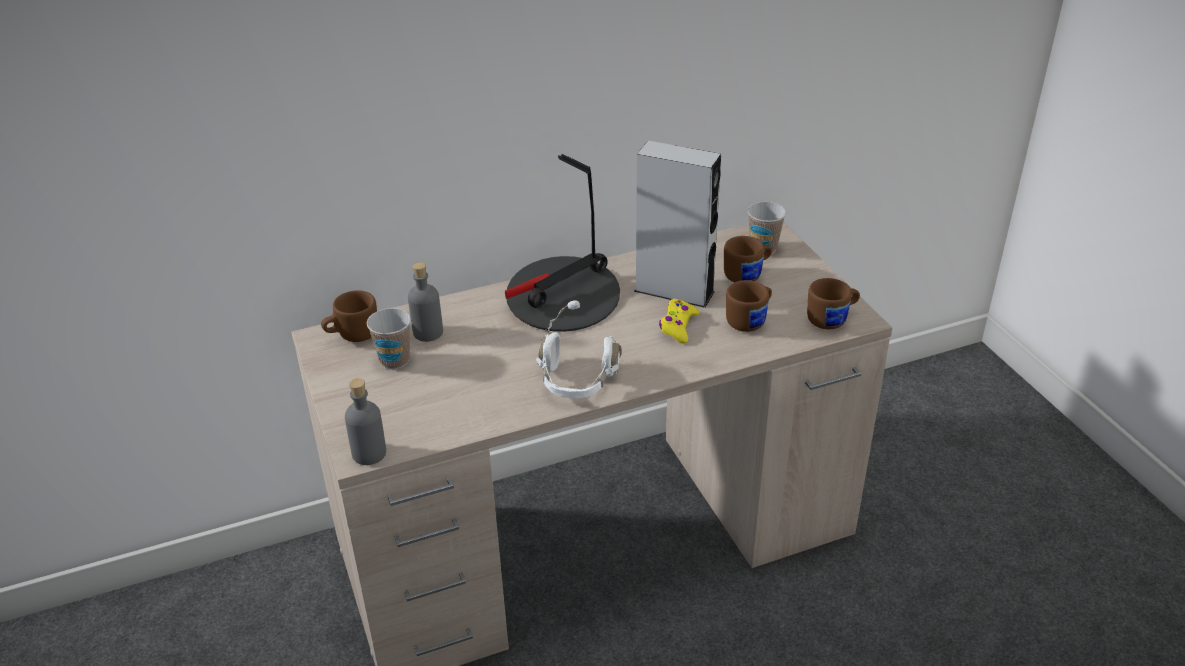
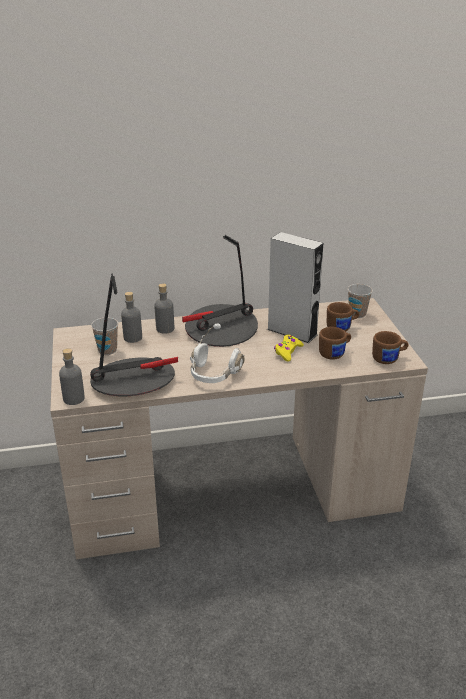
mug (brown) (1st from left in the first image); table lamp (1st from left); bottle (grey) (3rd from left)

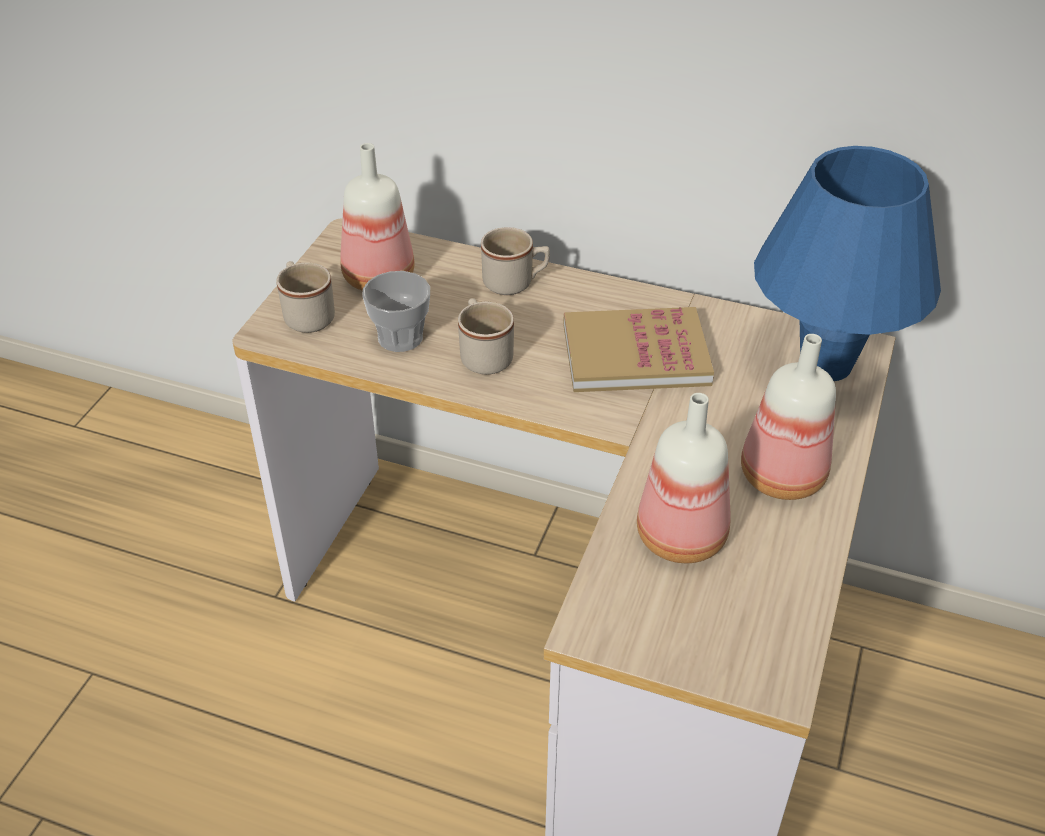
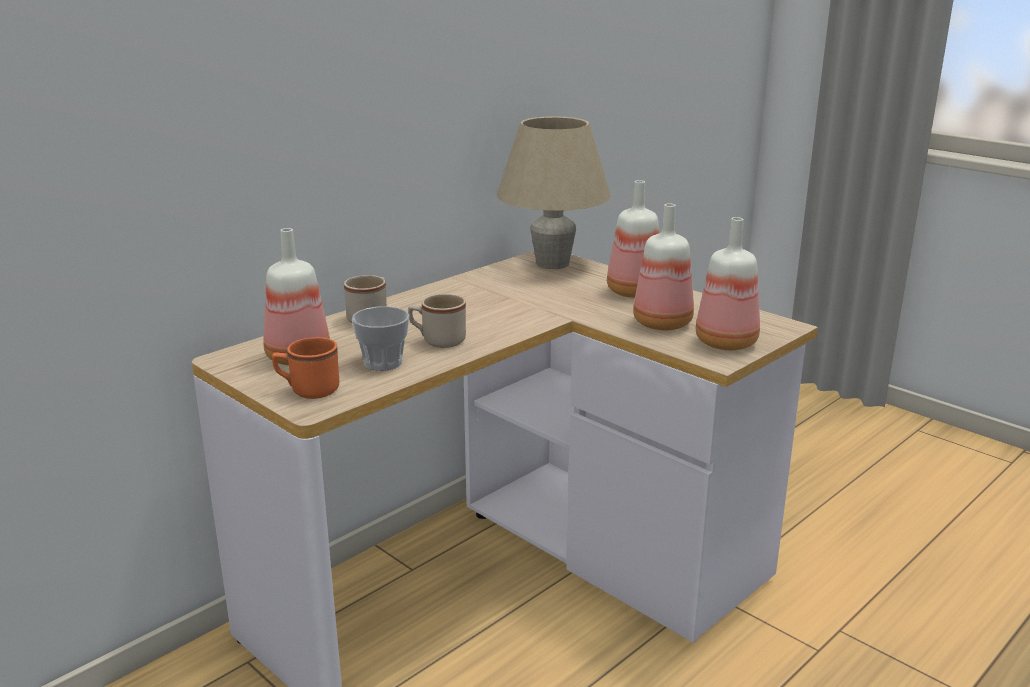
mug (orange); book; table lamp (beige); bottle (4th from left)

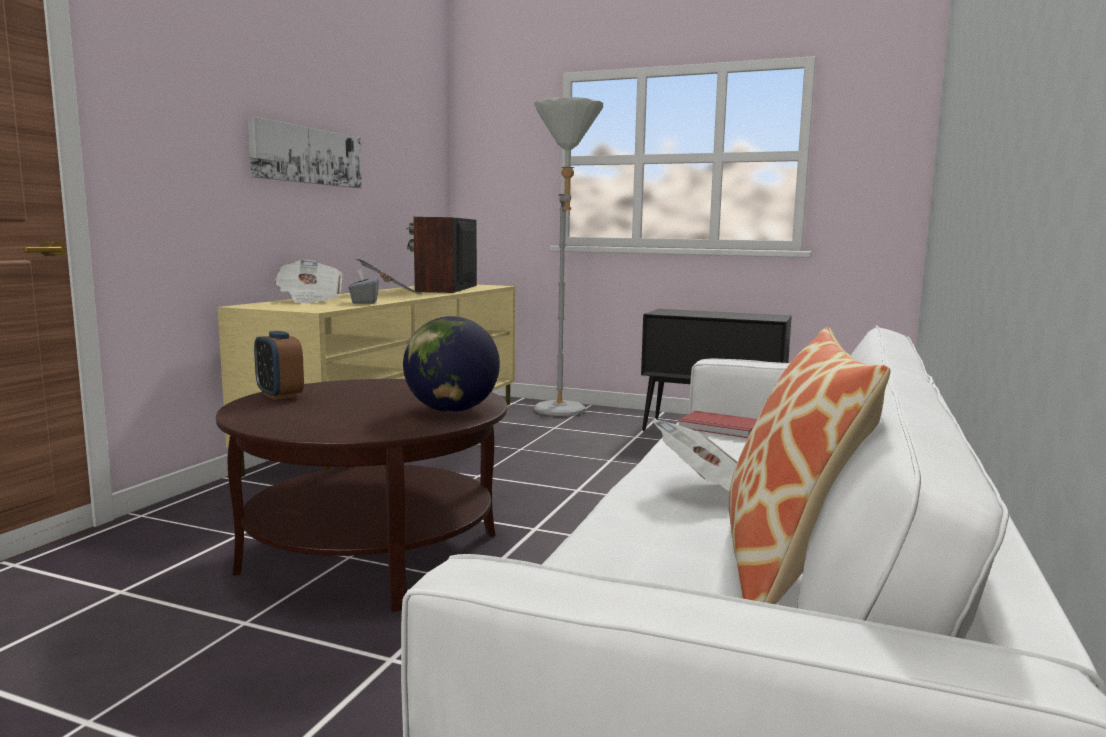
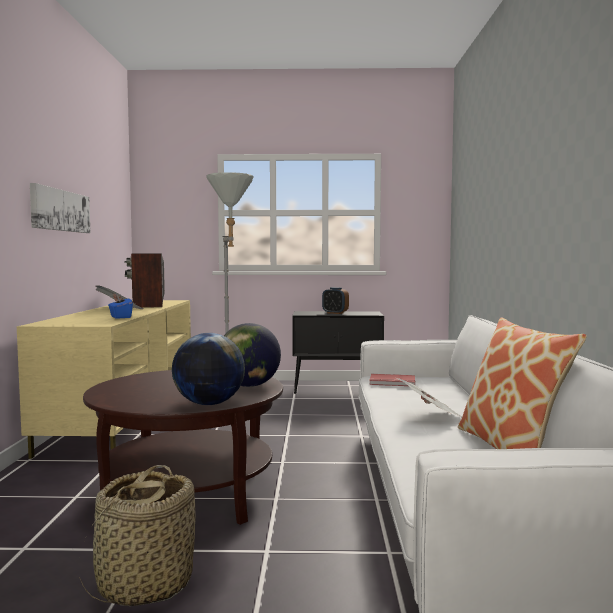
alarm clock; newspaper (1st from left in the first image); tissue box (blue); basket; globe (1st from left)

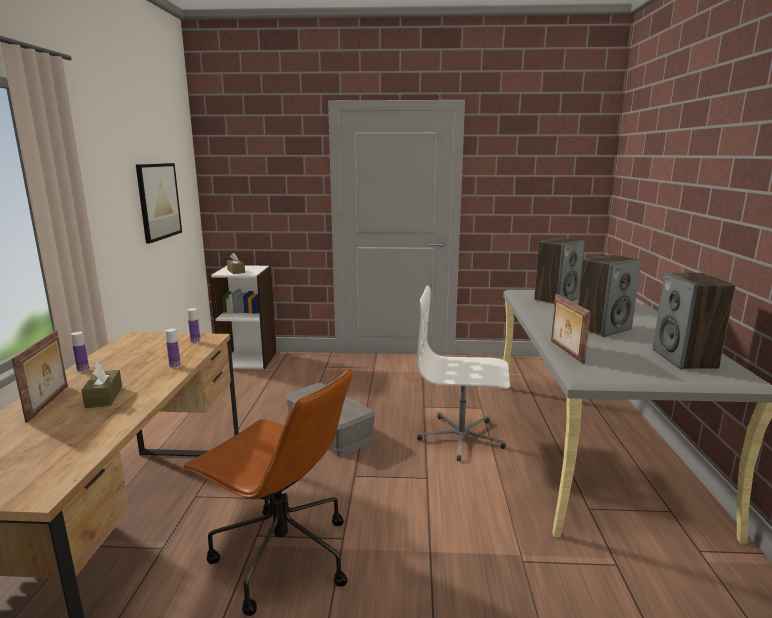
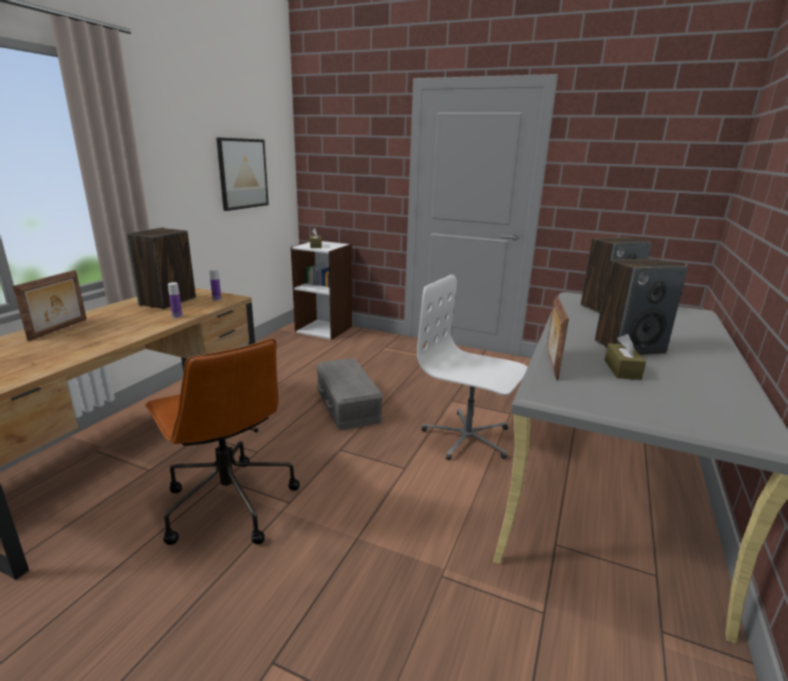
bottle (1st from left in the first image); tissue box (brown) (2nd from left); speaker (1st from left)

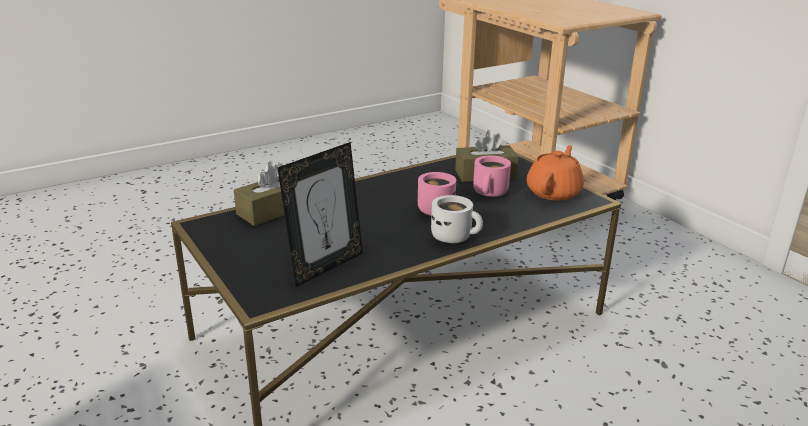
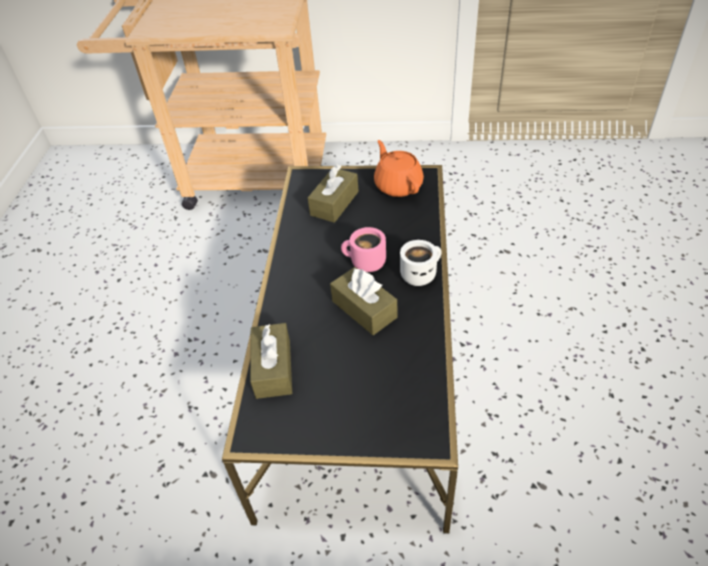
picture frame; mug (pink) (2nd from left in the first image); tissue box (brown) (3rd from left)

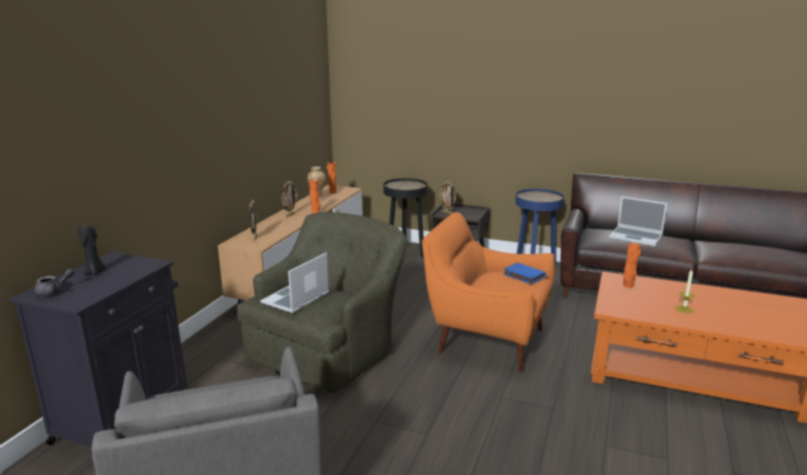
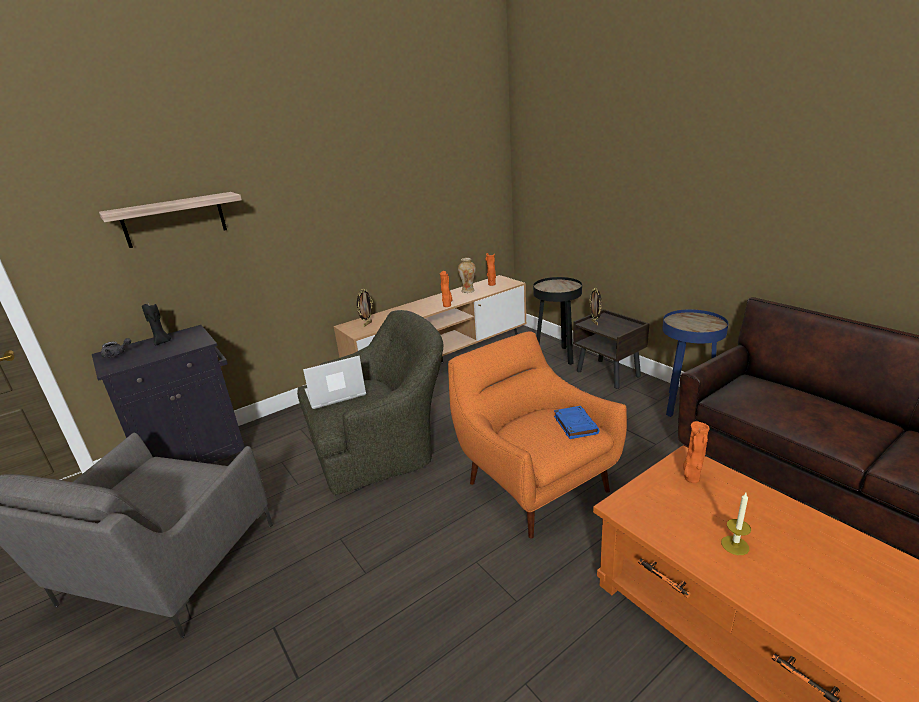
picture frame (2nd from left in the first image); laptop (2nd from left in the first image); shelf

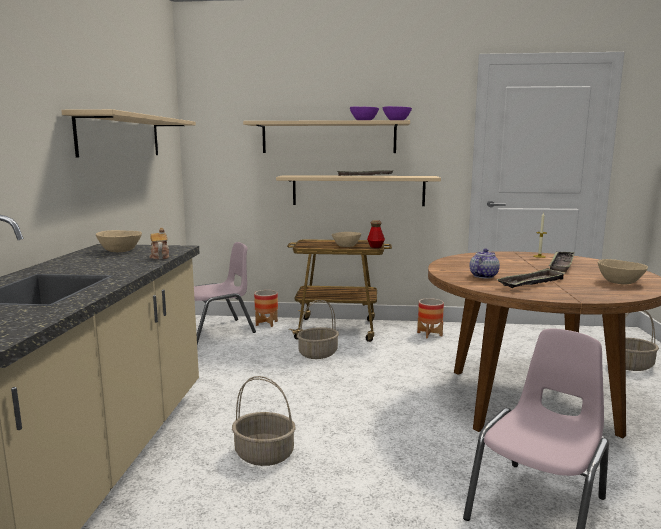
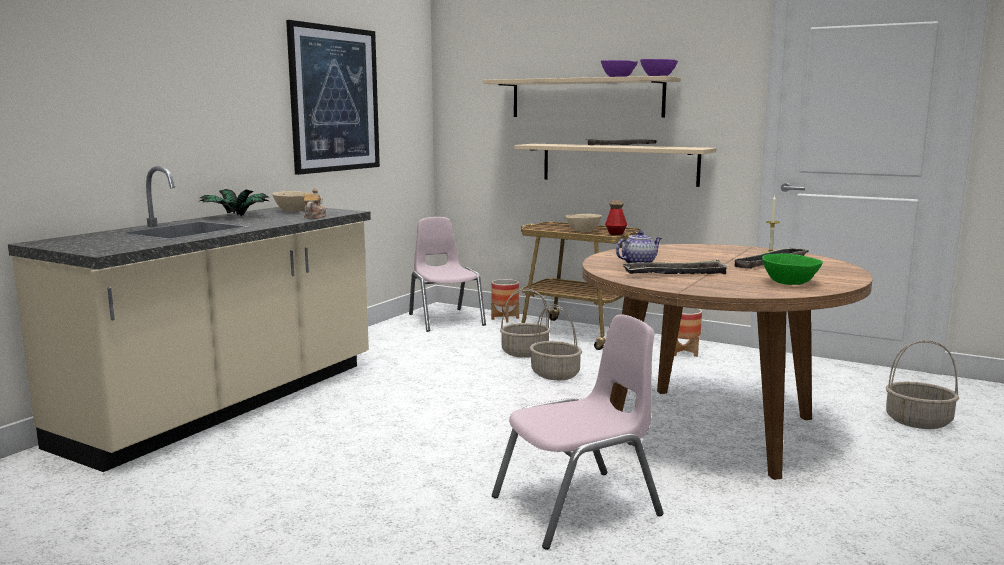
picture; chair (pink) (1st from left); basket (2nd from left); bowl (green); potted plant

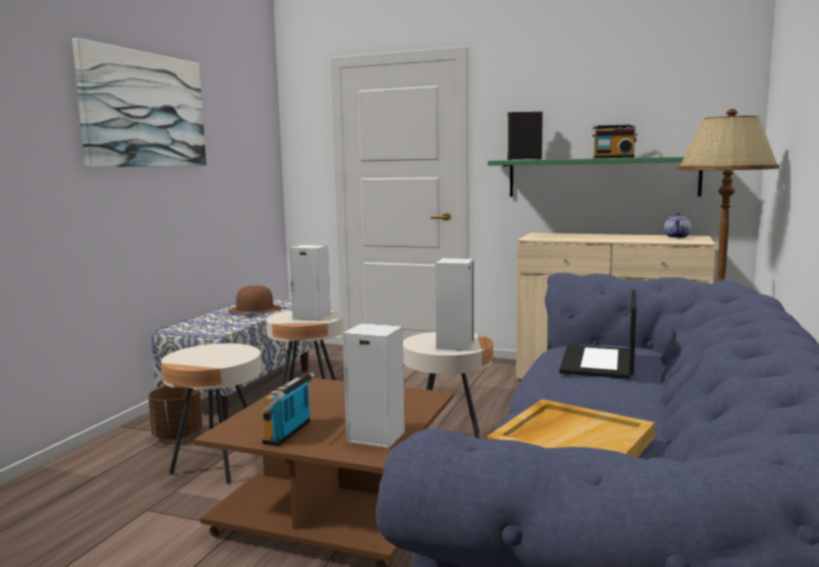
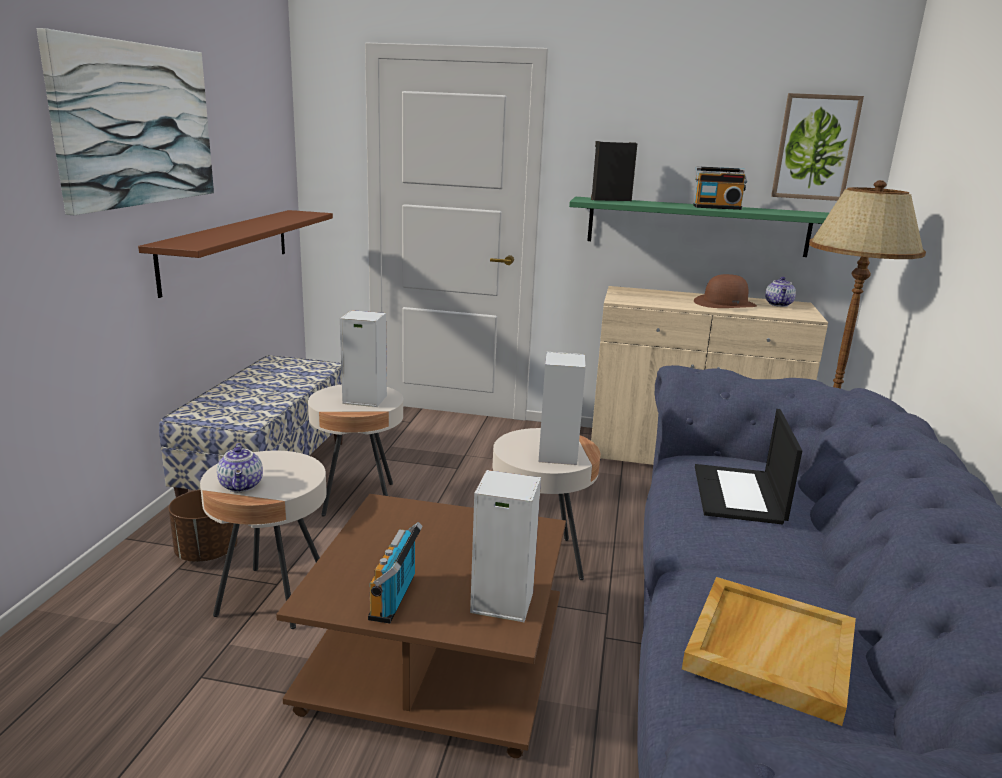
hat (brown); shelf (brown); teapot (1st from left); picture (2nd from left)

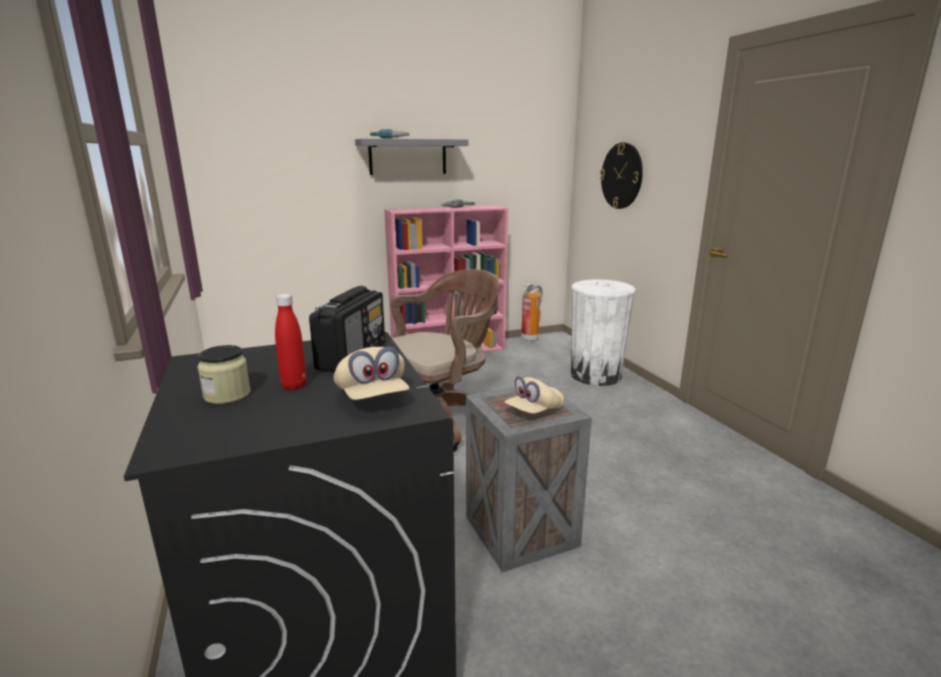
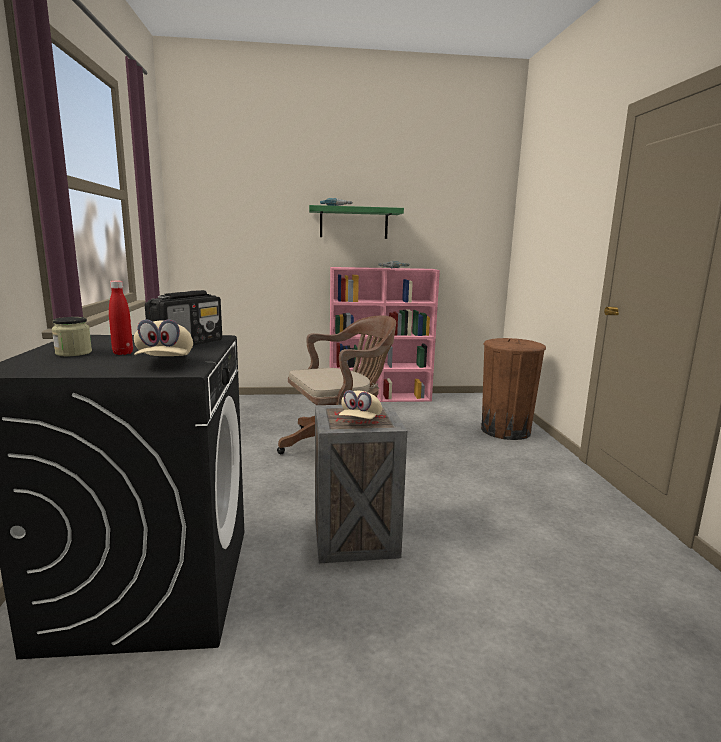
shelf (green); cap (beige) (2nd from left); fire extinguisher; trash can (brown); wall clock

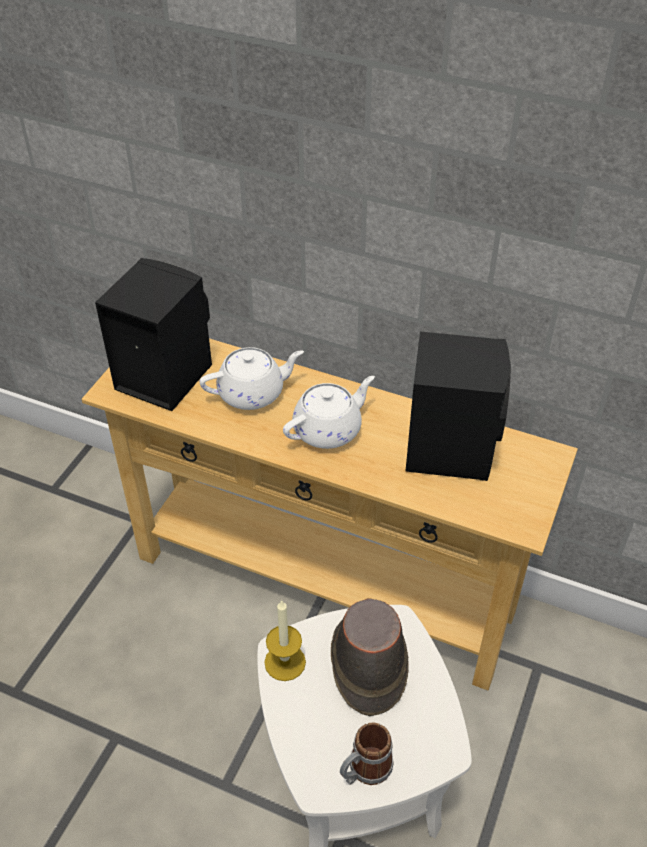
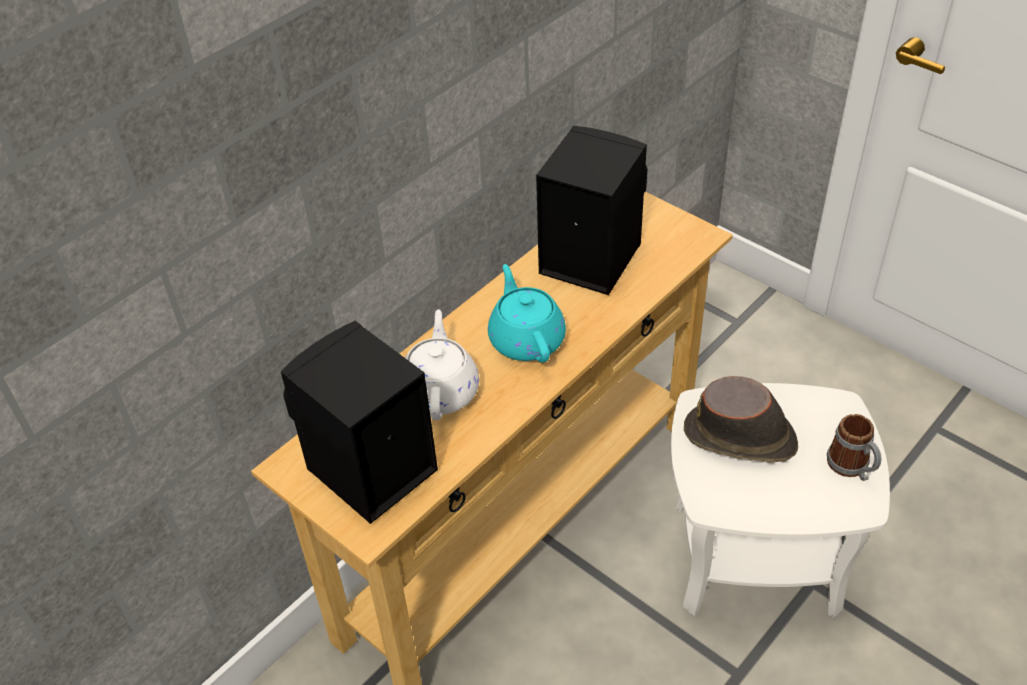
candle; teapot (turquoise)

